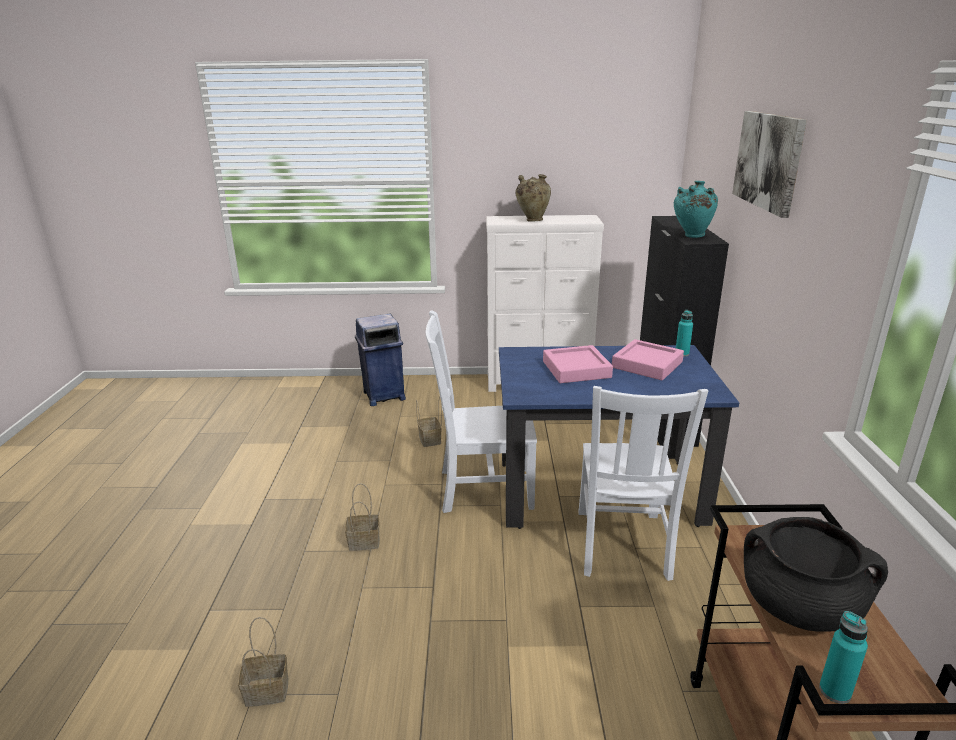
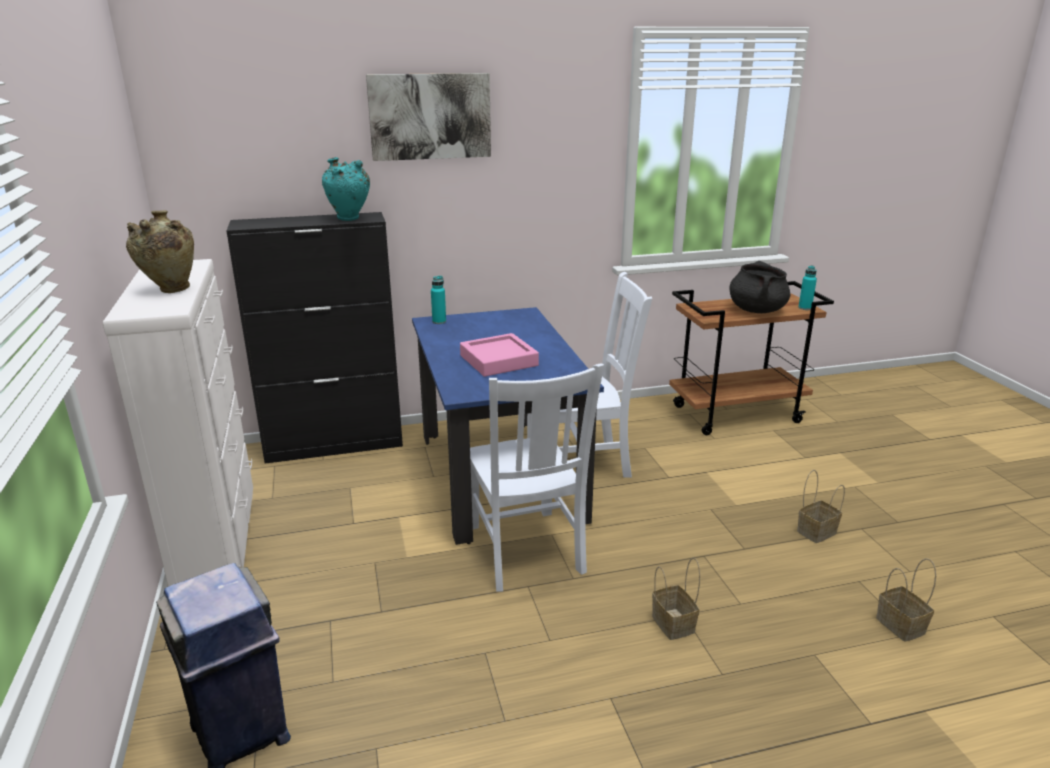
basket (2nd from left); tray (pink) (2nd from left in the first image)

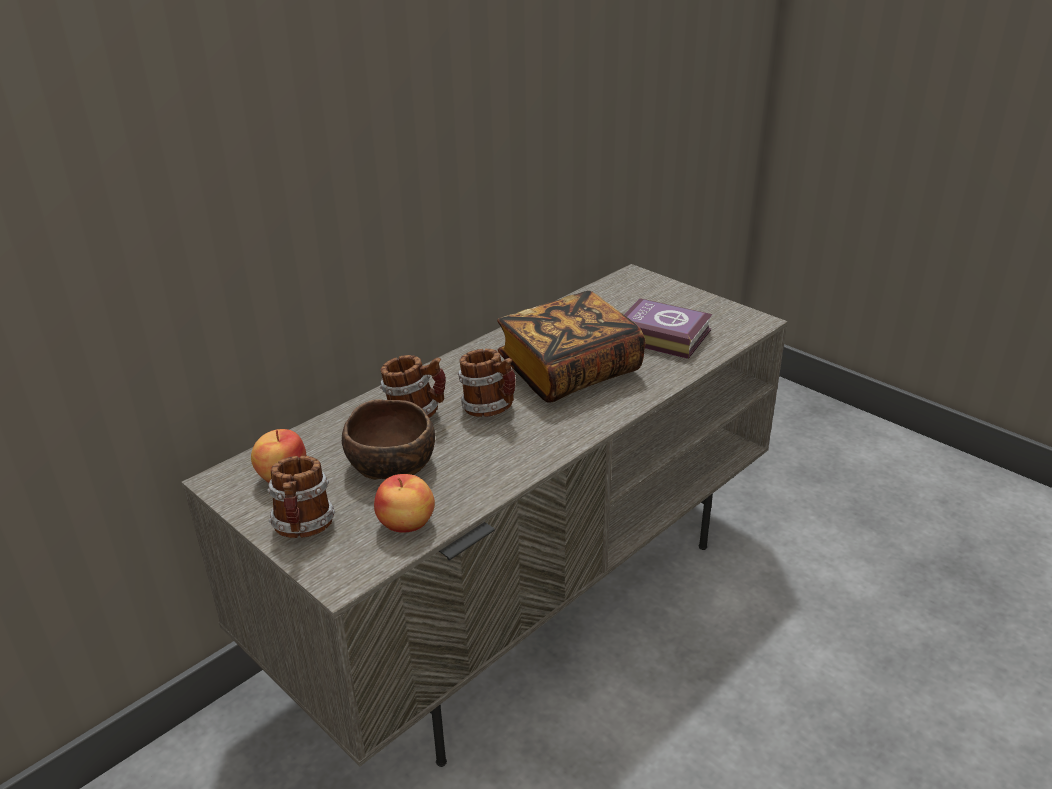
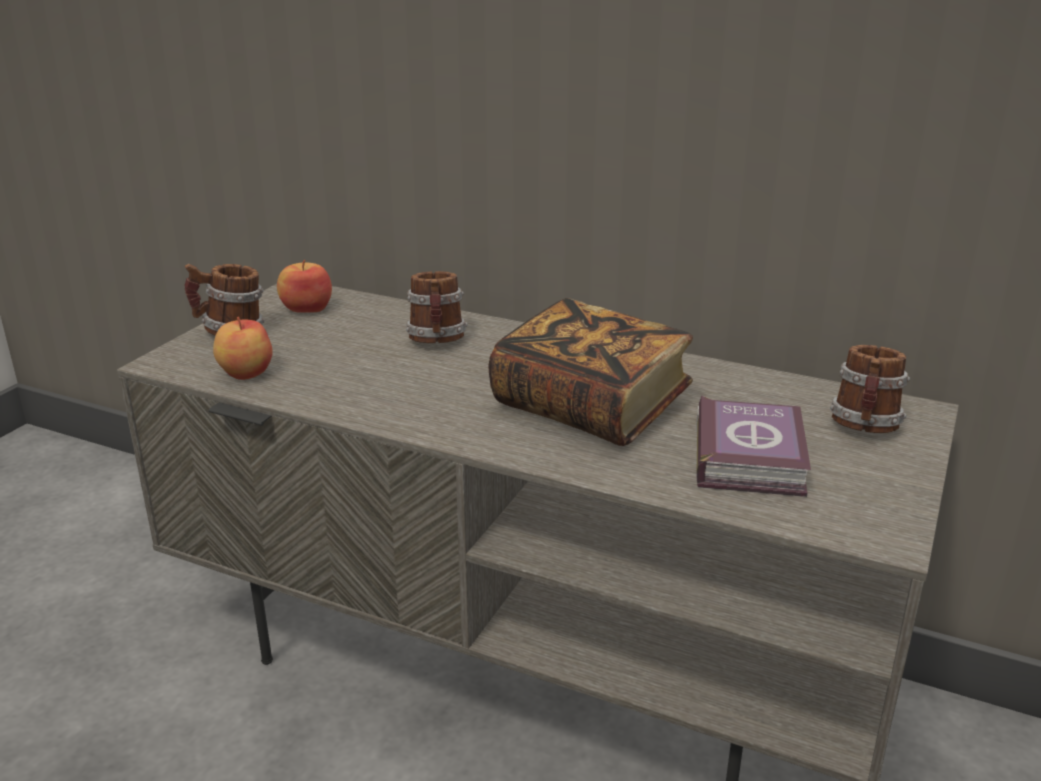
bowl (brown); mug (3rd from left)

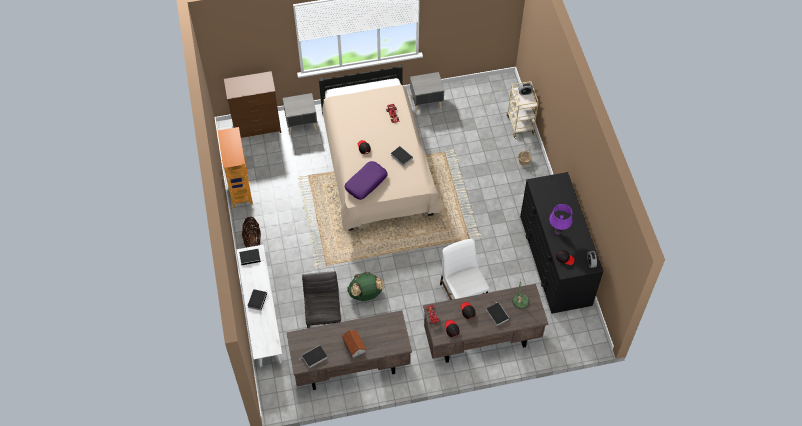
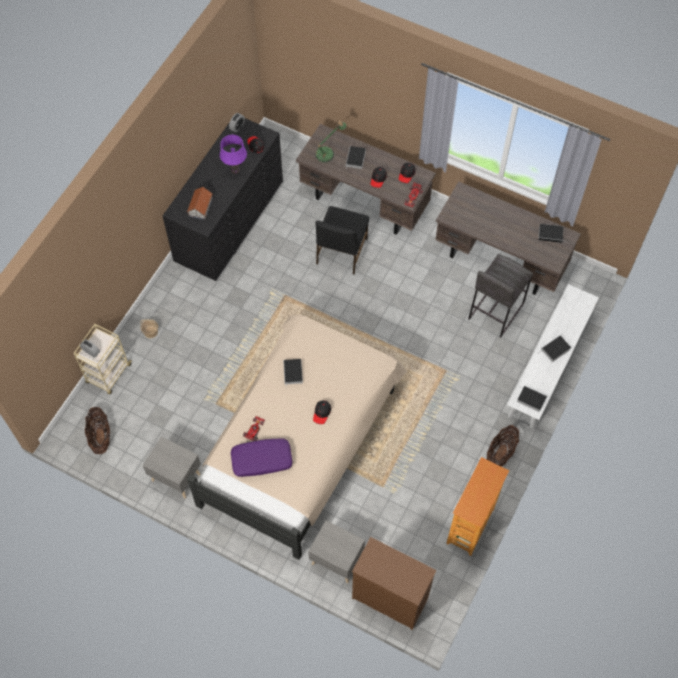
toy house; pillow (purple); backpack (green); chair (black); basket (1st from left)

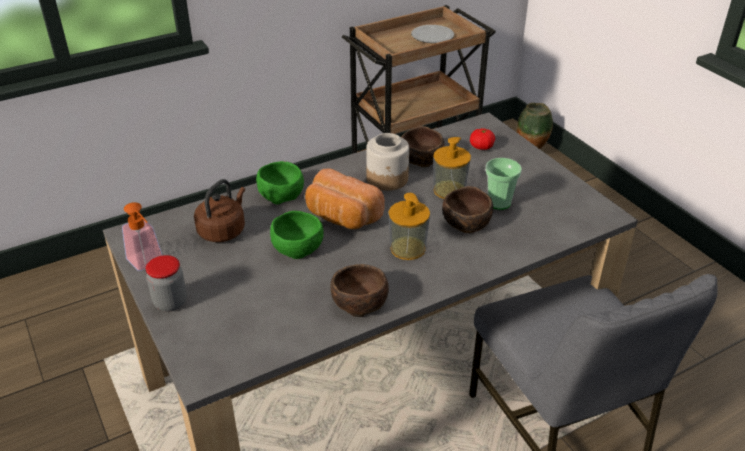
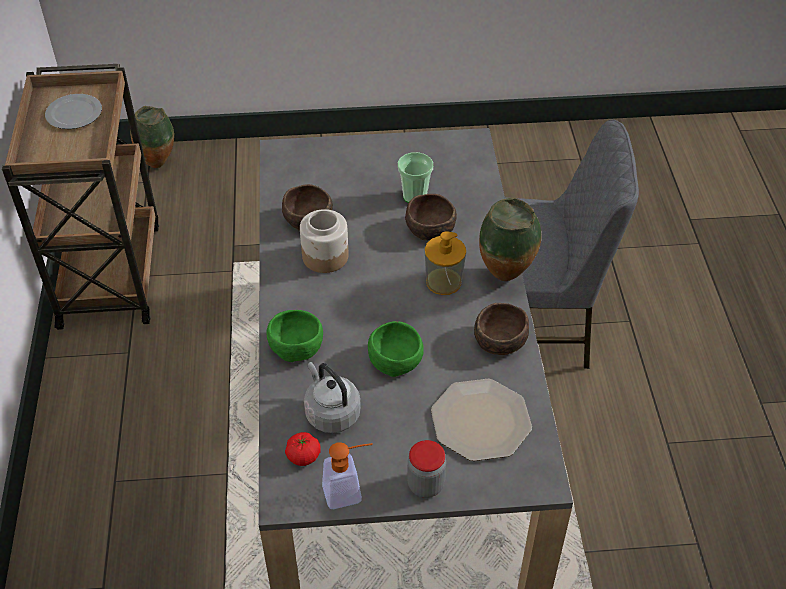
kettle (grey); bread; soap dispenser (3rd from left in the first image); tomato; plate (2nd from left); vase (2nd from left)

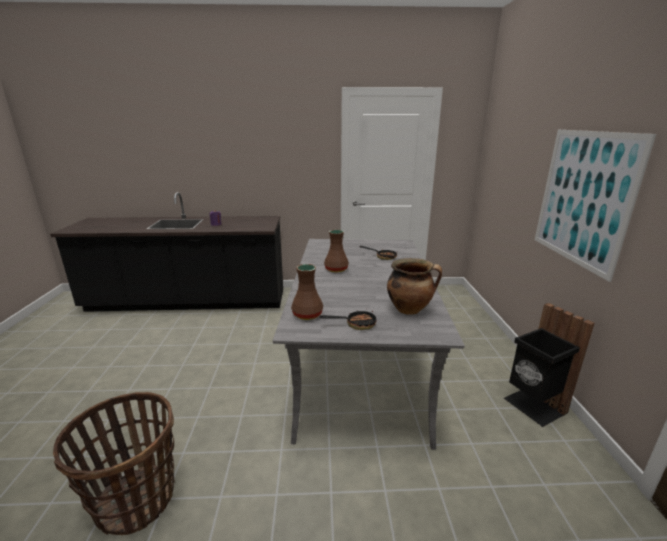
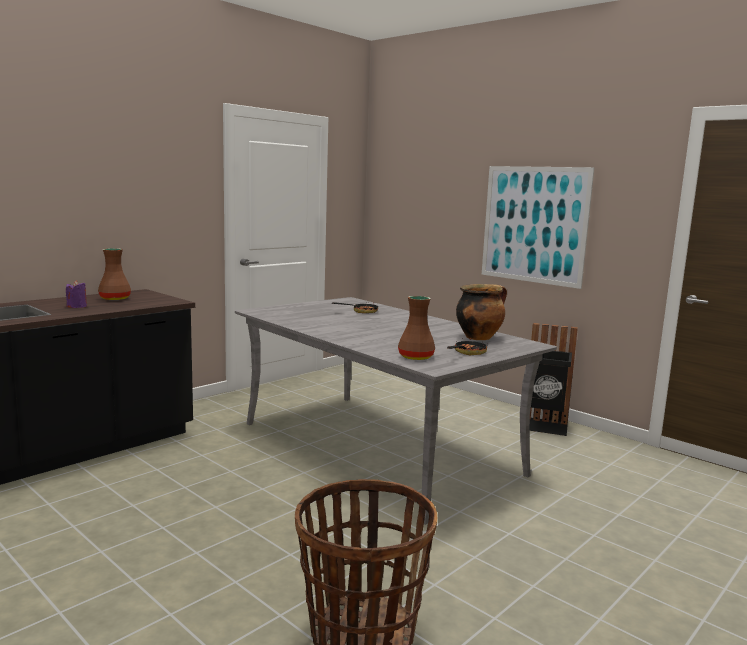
vase (brown) (1st from left)

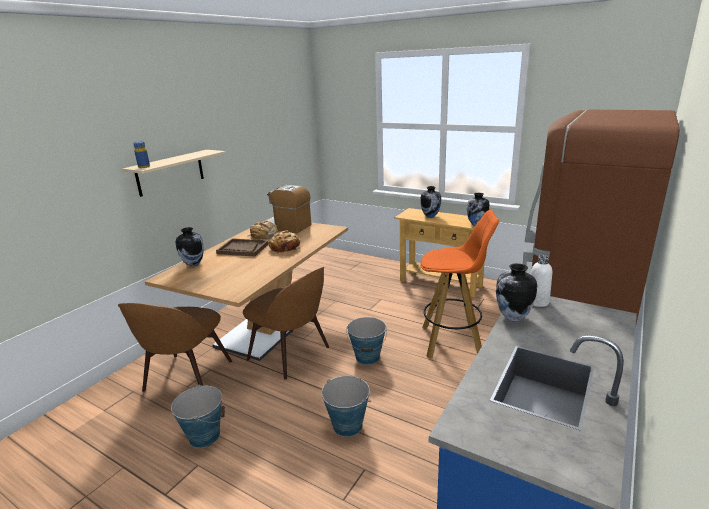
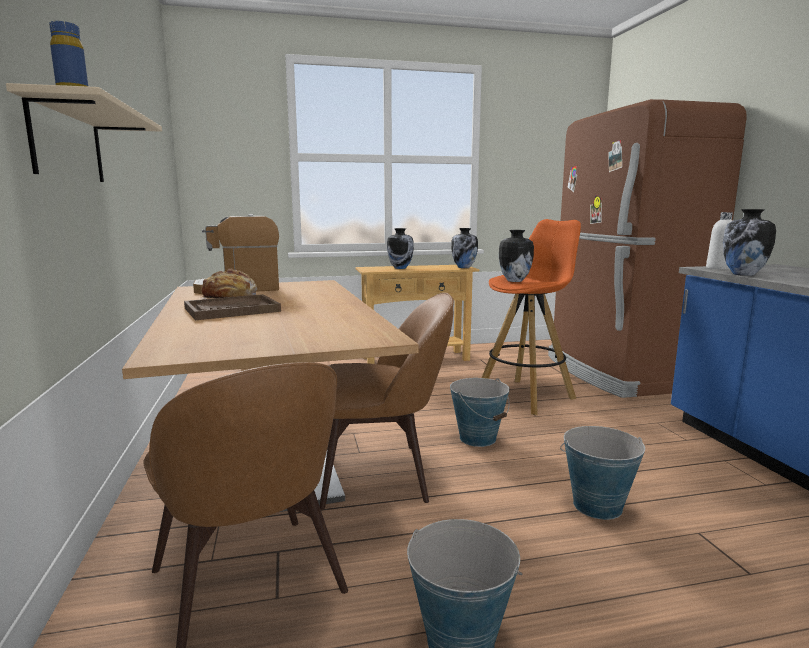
vase (3rd from left); bread (2nd from left in the first image)

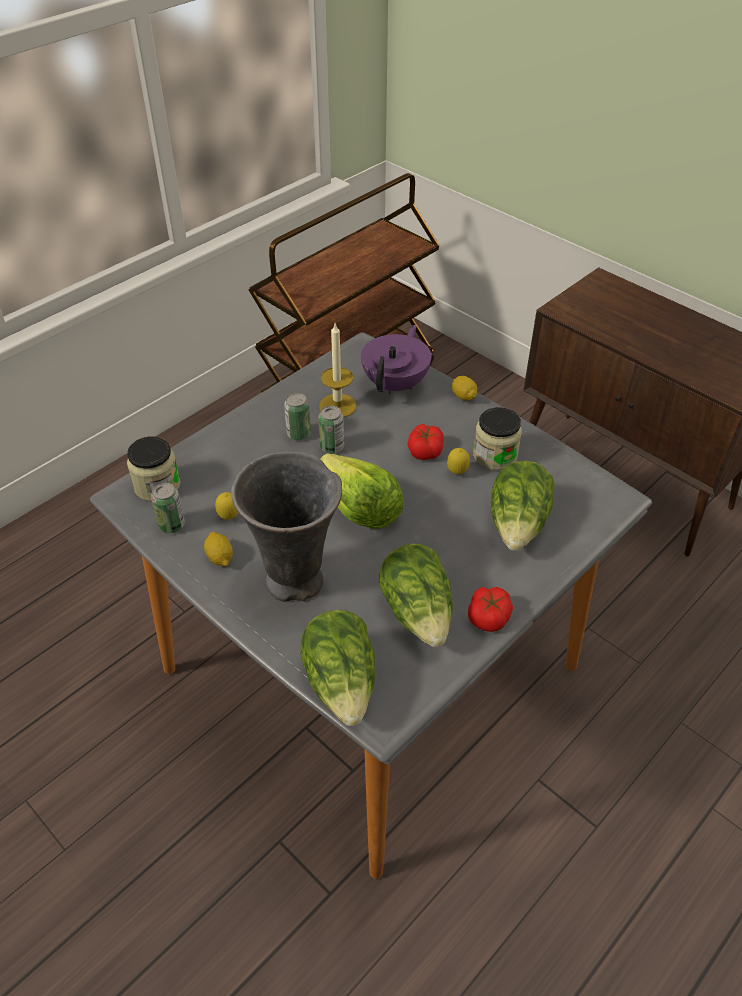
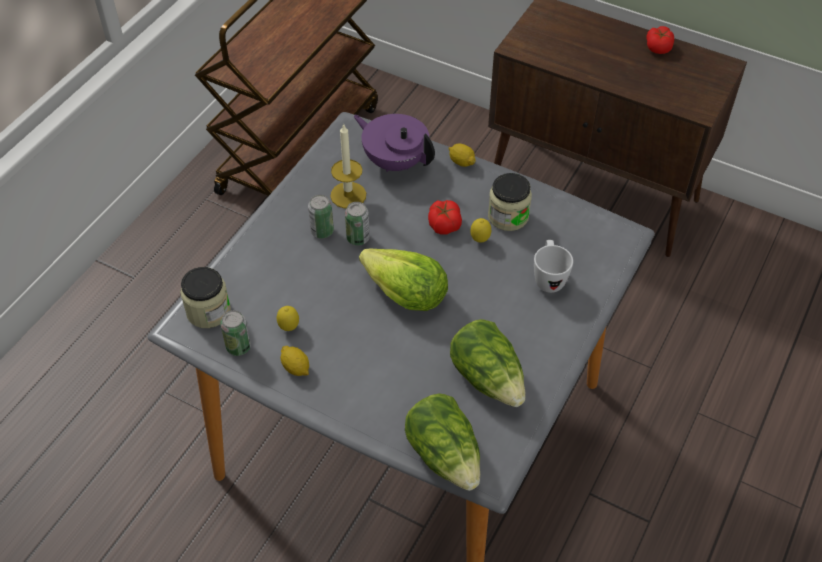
vase (grey); teapot (purple); tomato (2nd from left); mug (white)

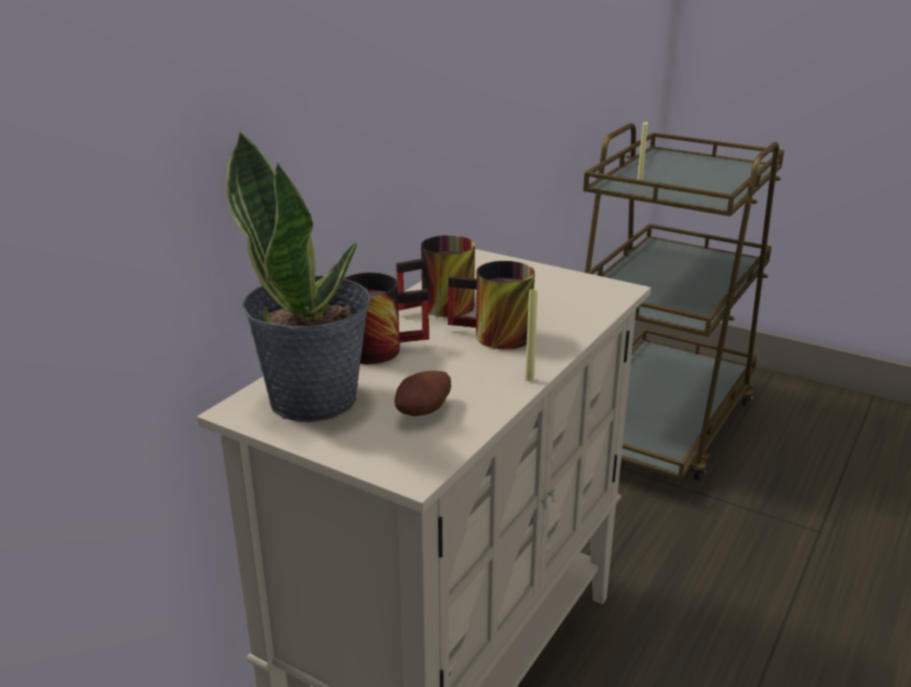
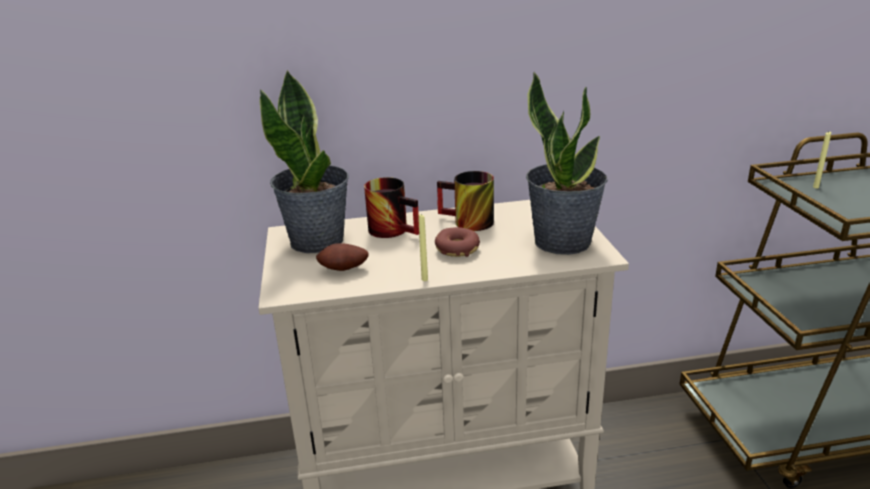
donut; potted plant (2nd from left)

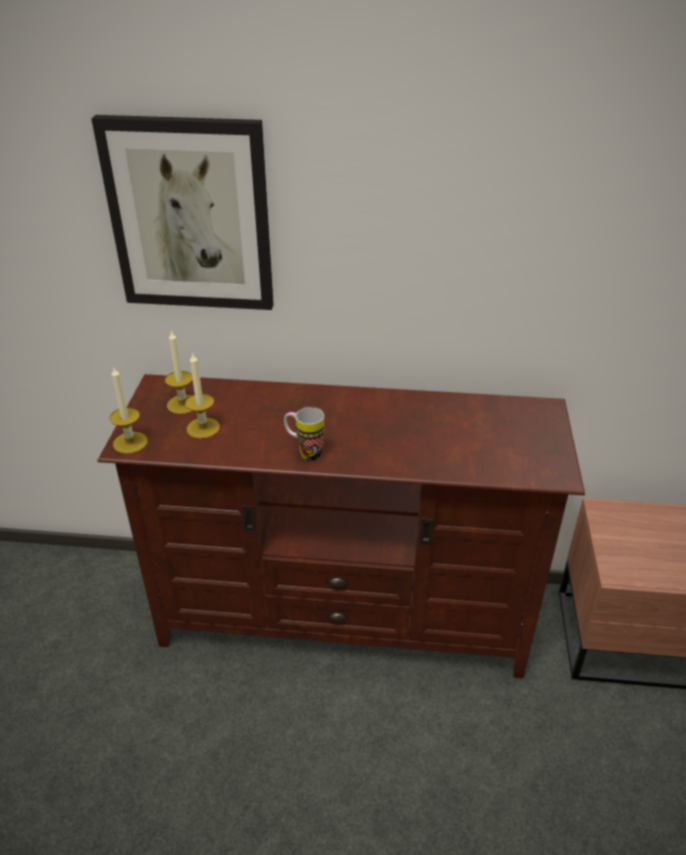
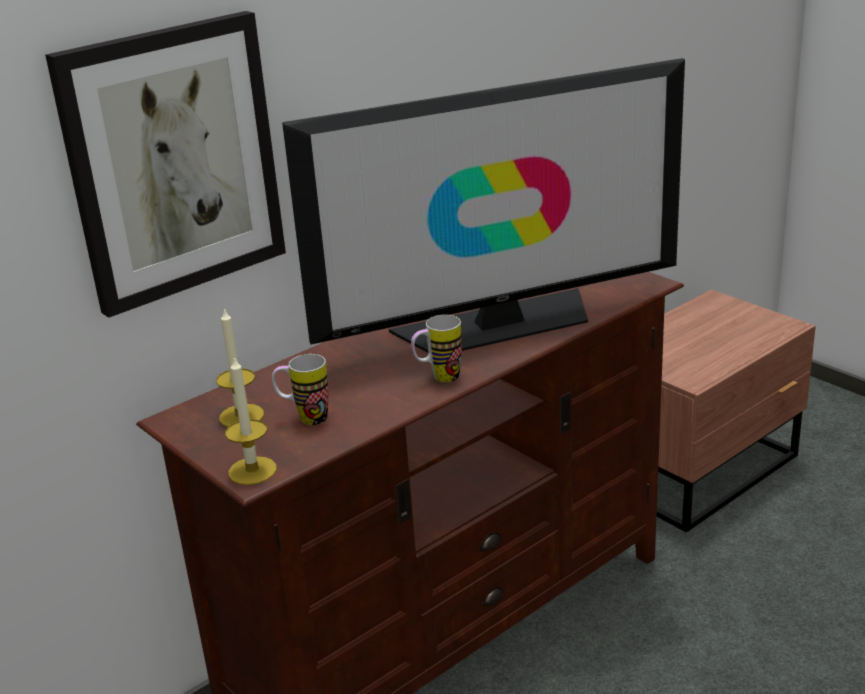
mug (1st from left); television

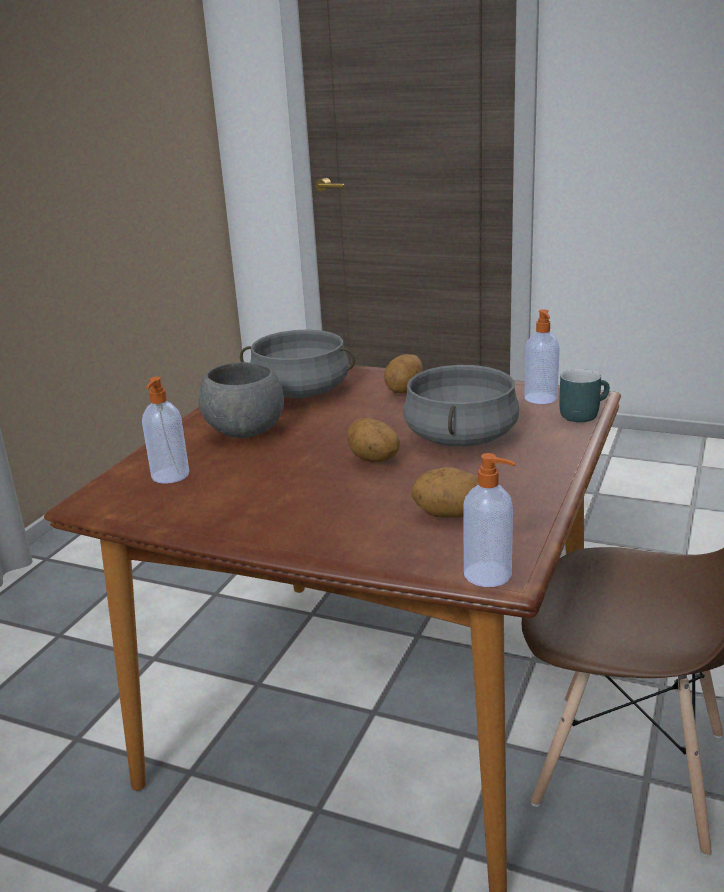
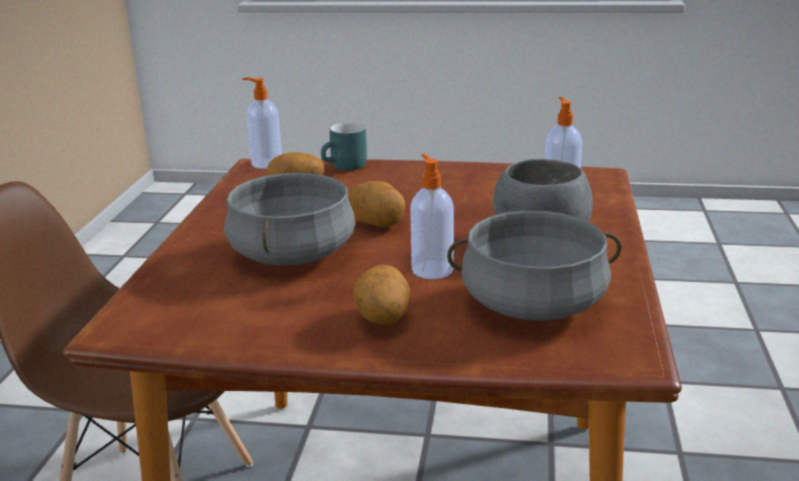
soap dispenser (2nd from left); mug (turquoise)

